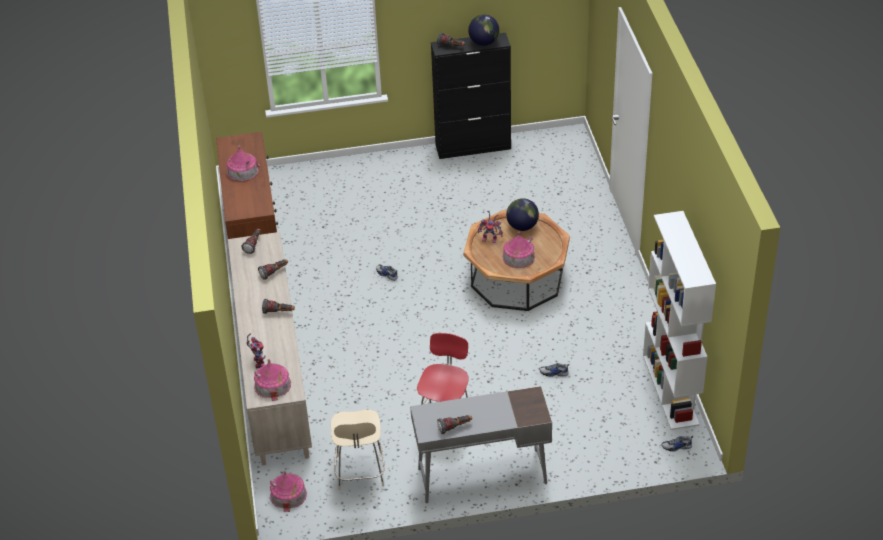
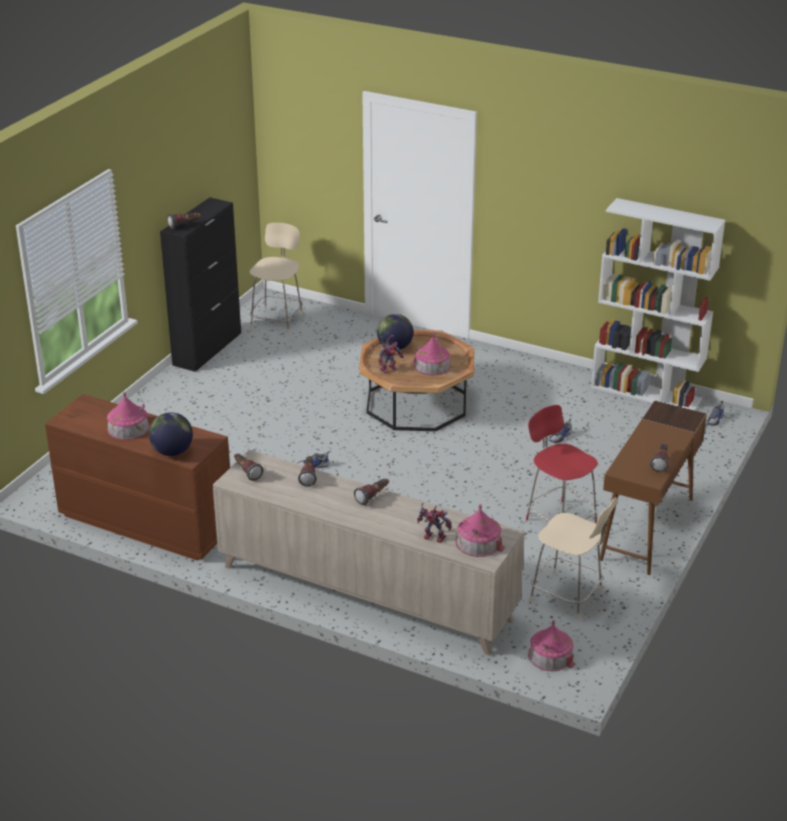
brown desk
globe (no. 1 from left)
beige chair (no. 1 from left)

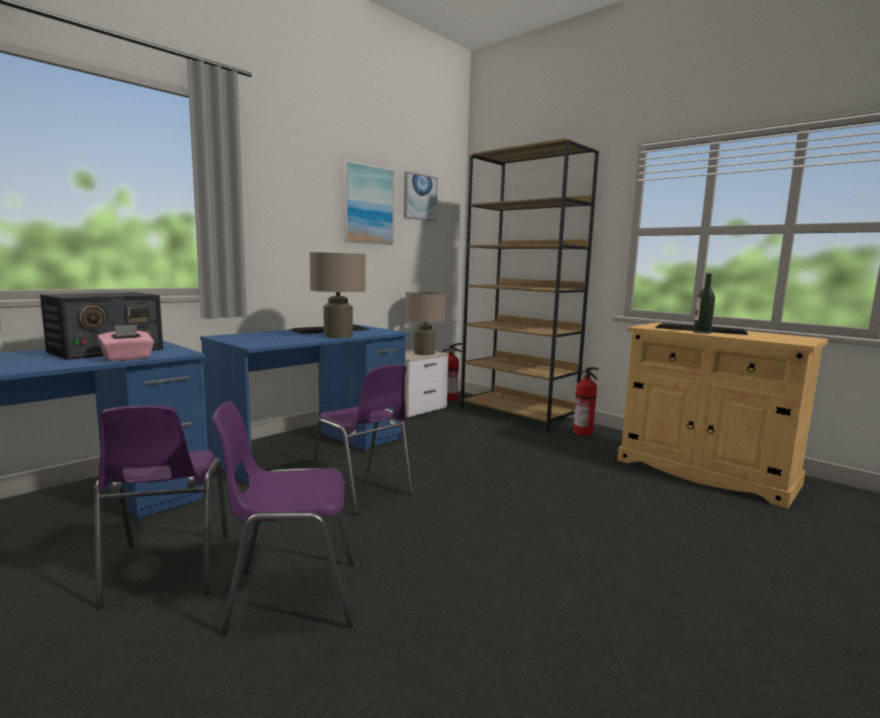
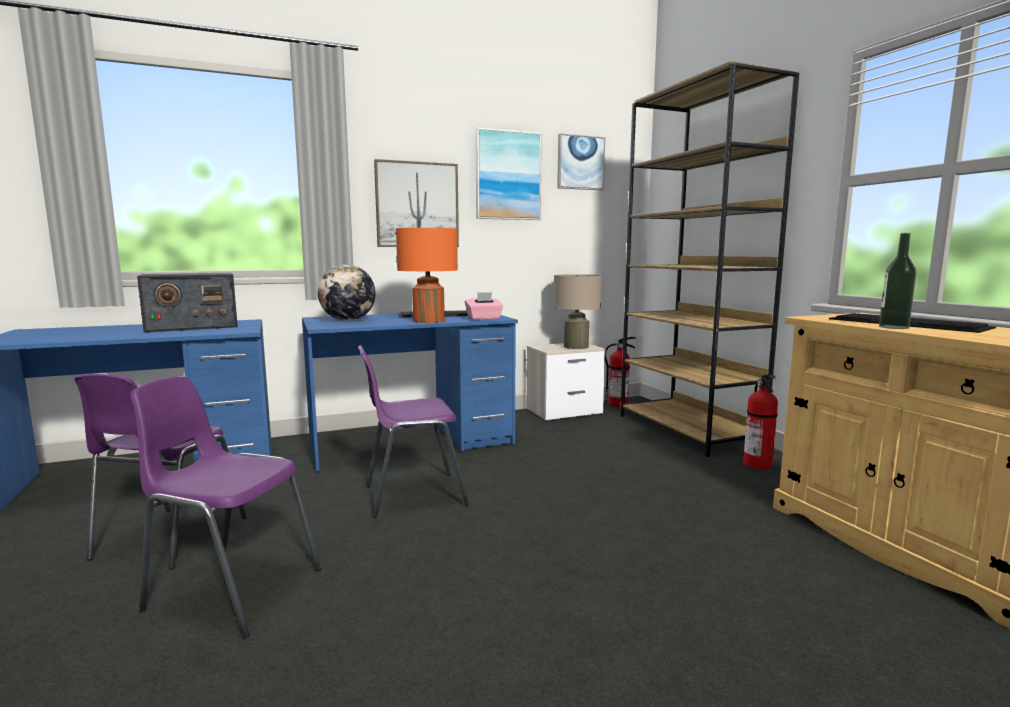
pink tissue box
orange table lamp
purple chair (no. 3 from left)
globe
picture (no. 1 from left)

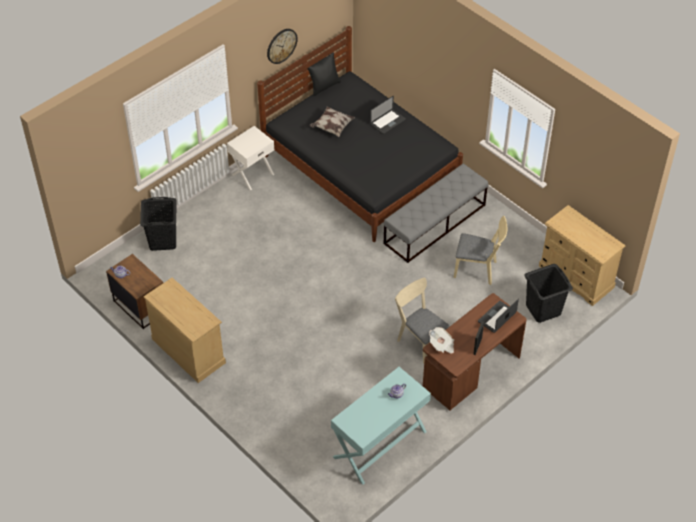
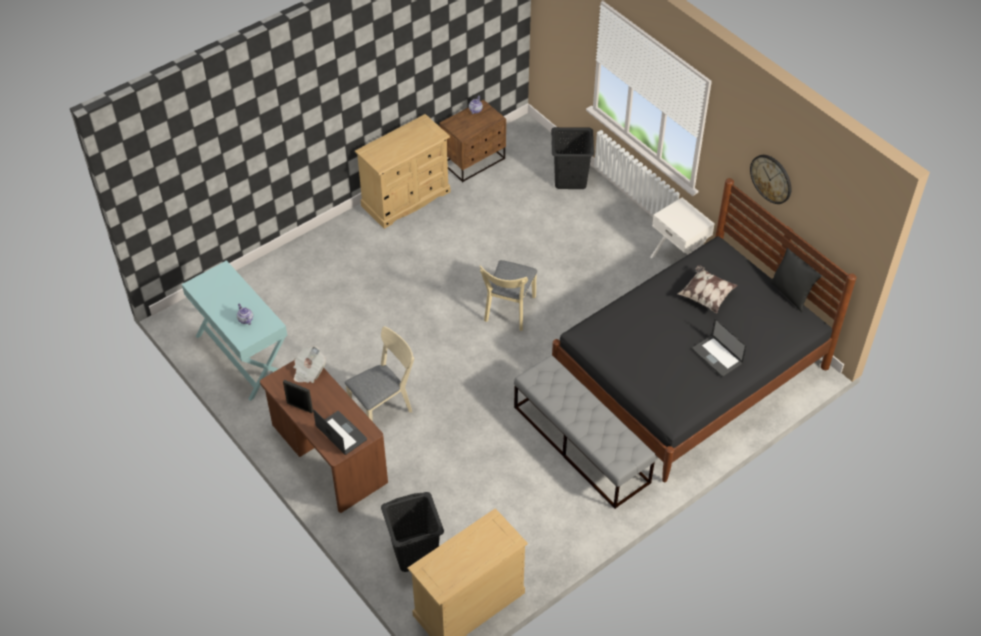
beige chair (no. 2 from left)

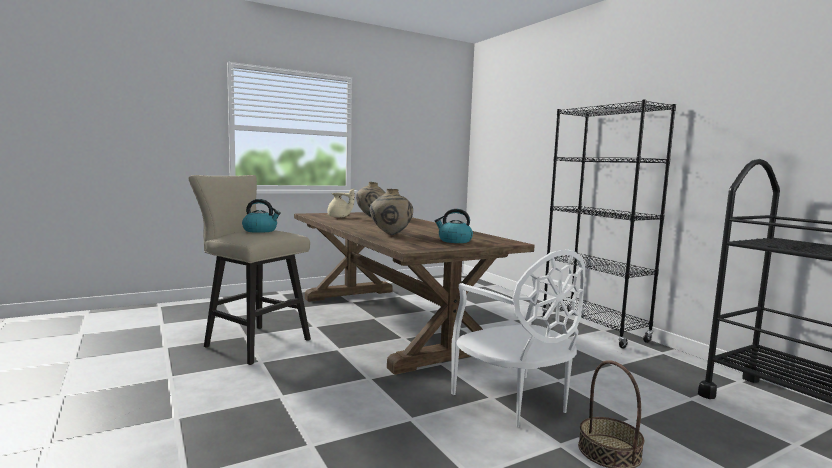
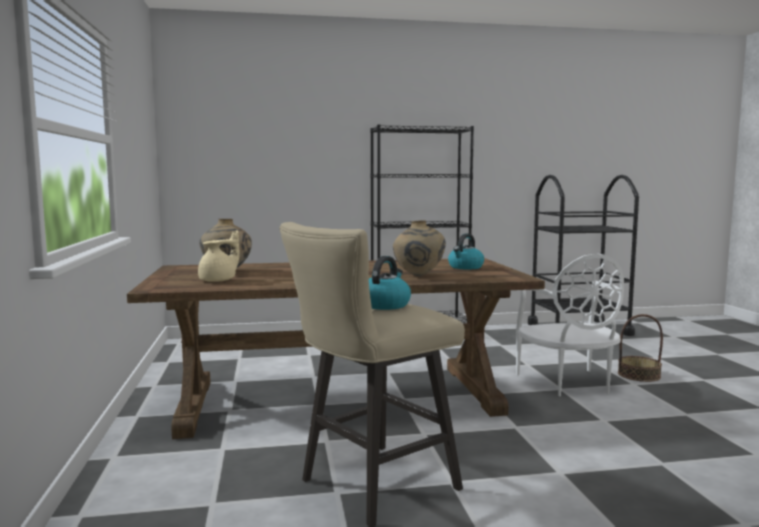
white chair

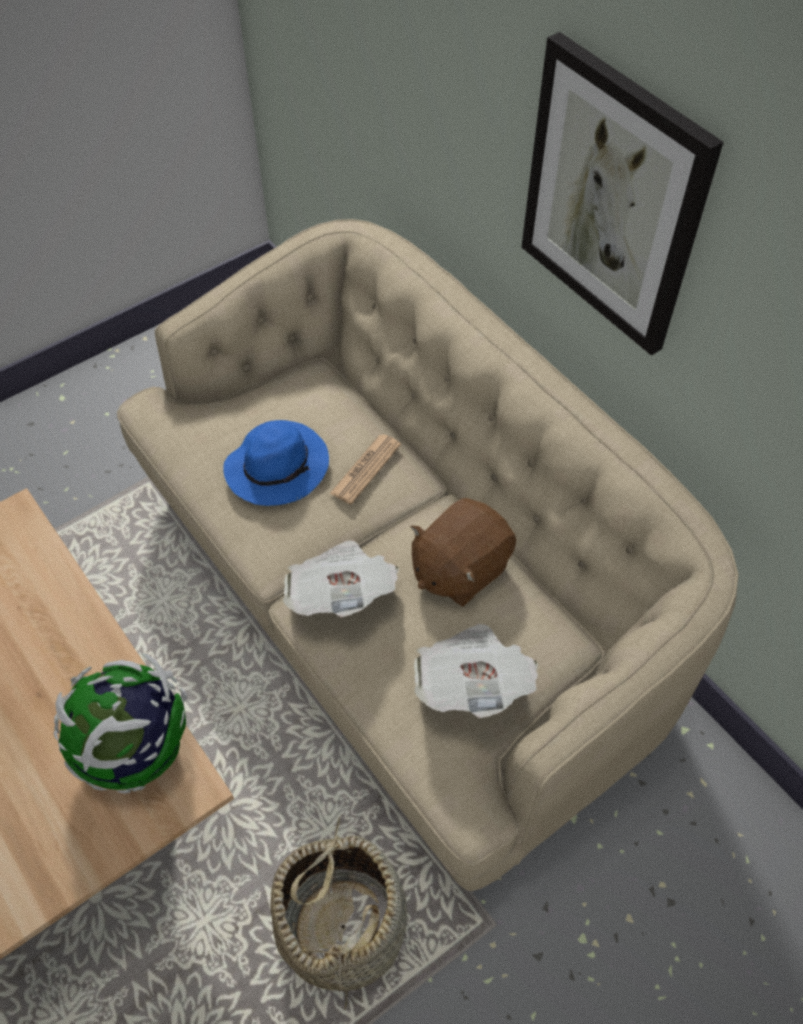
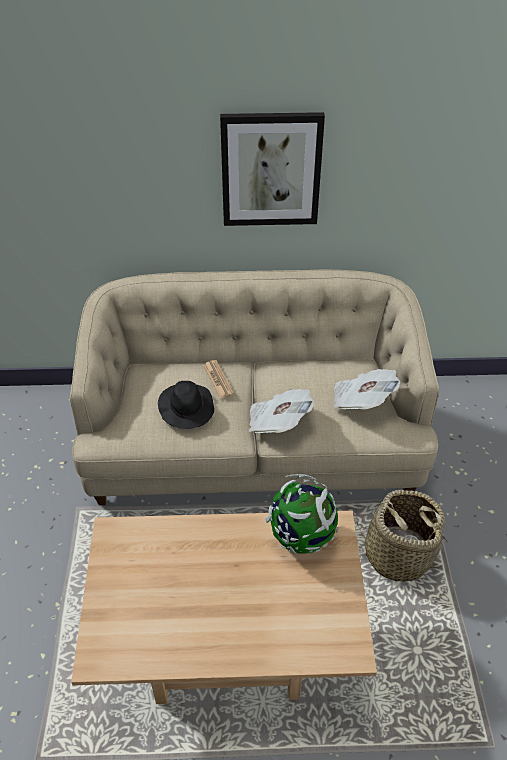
black hat
brown plush toy

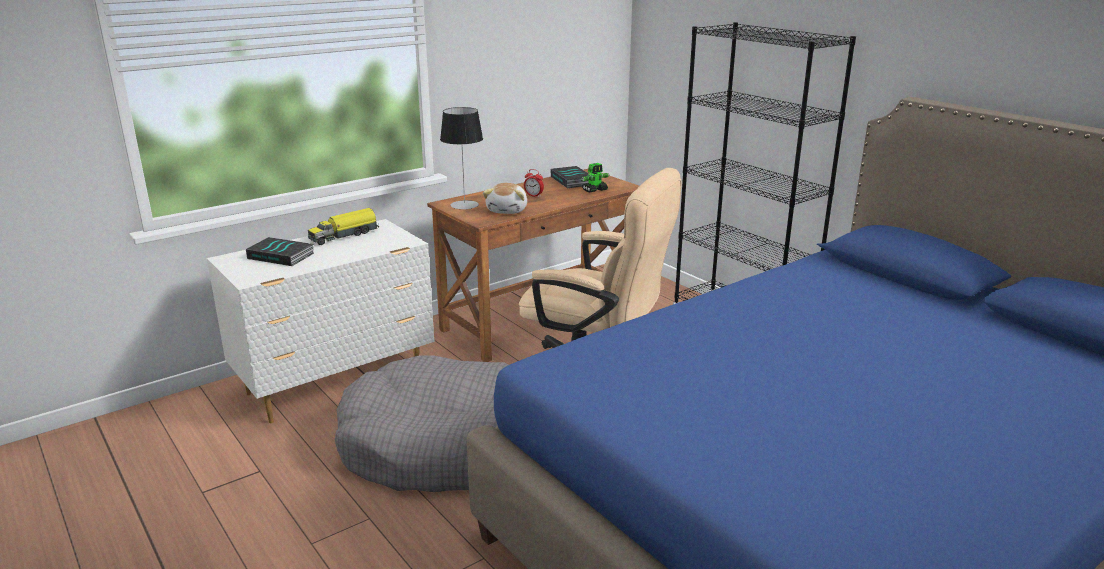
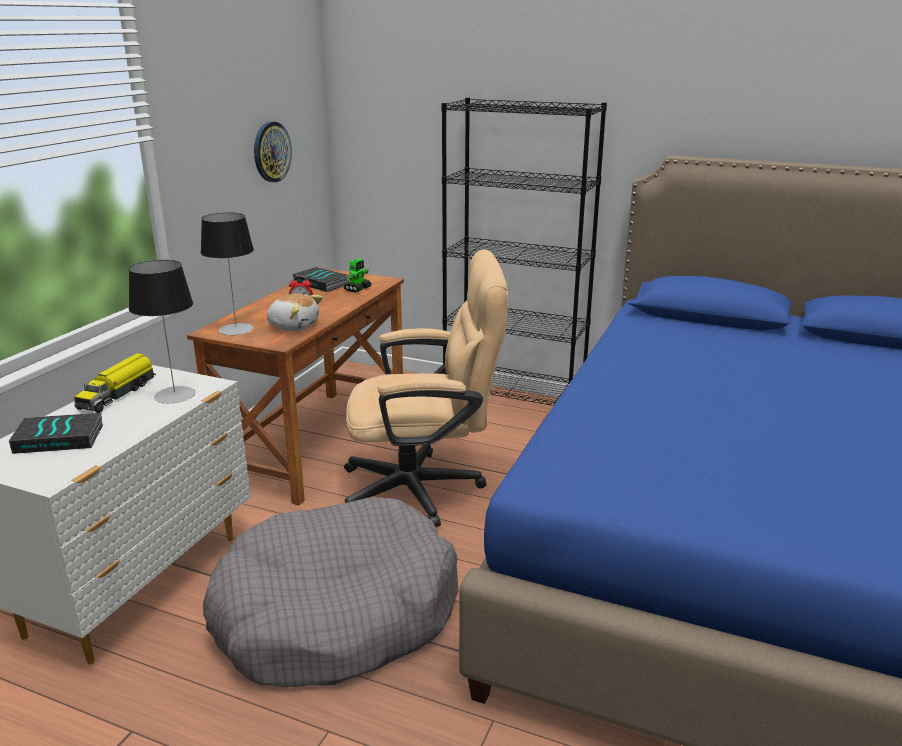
plush toy
table lamp (no. 1 from left)
wall clock

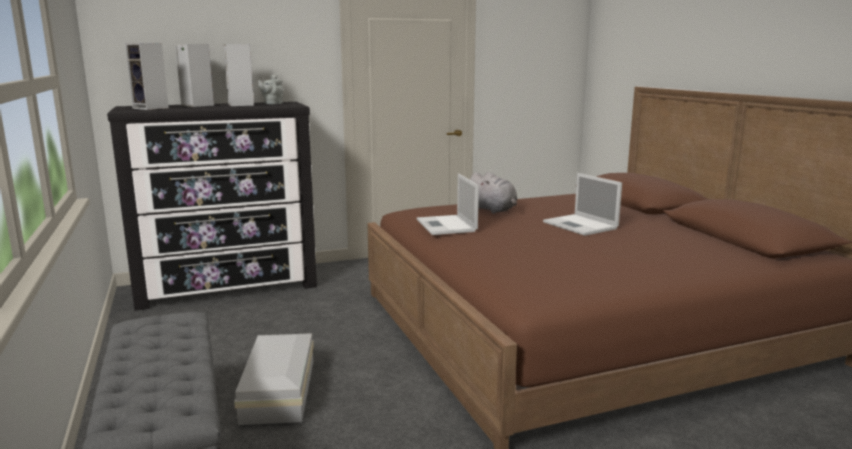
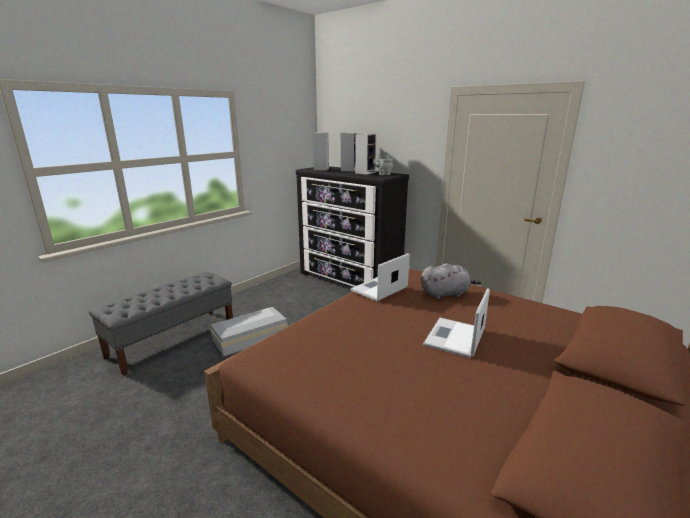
grey plush toy

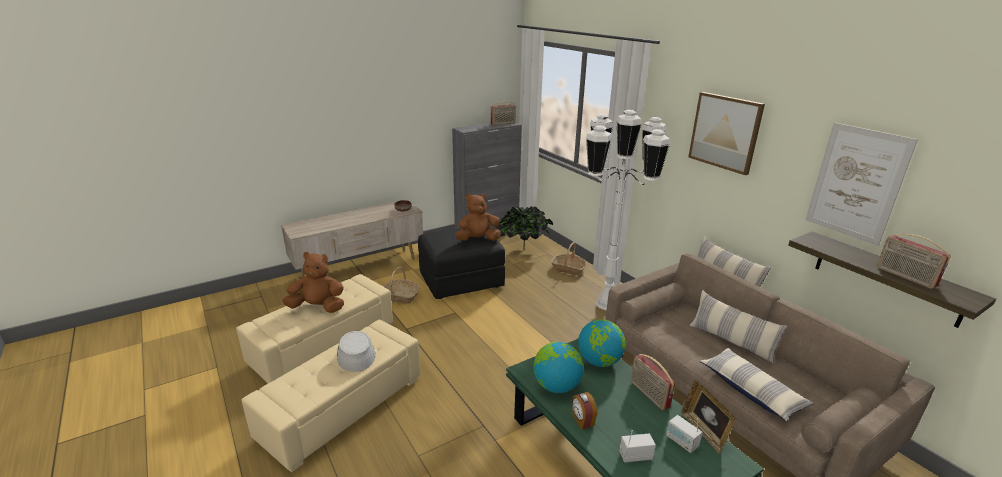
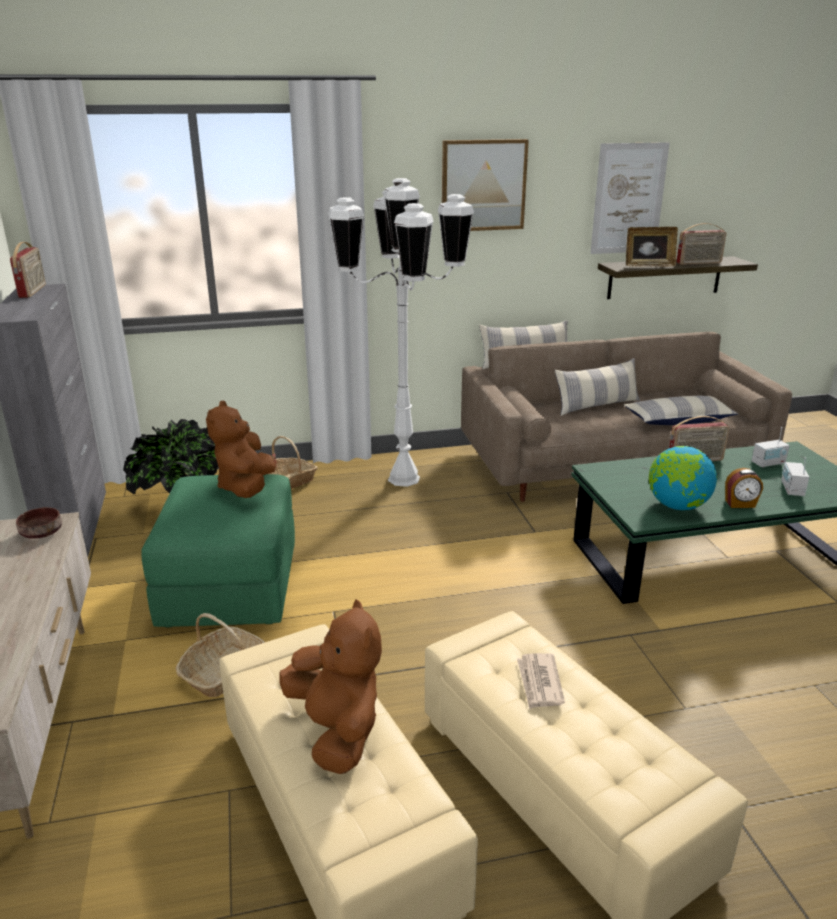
brown plush toy (no. 2 from left)
newspaper
green ottoman
globe (no. 2 from left in the first image)
picture frame

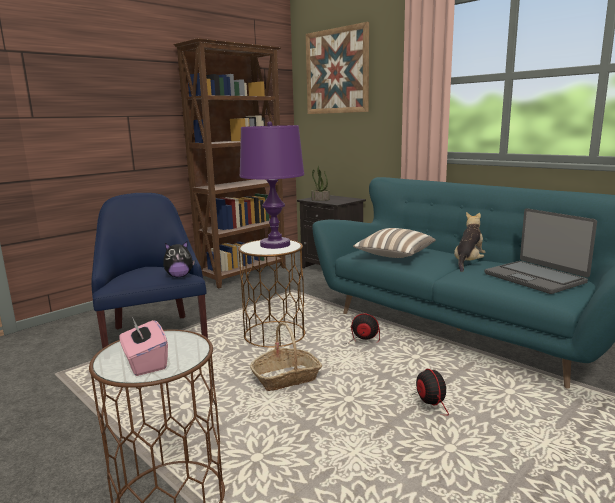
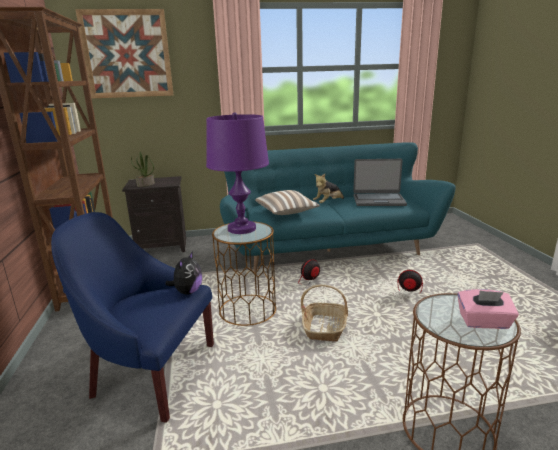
plush toy (no. 2 from left)

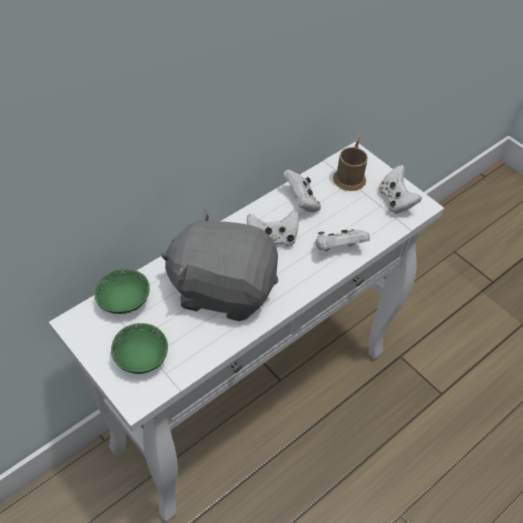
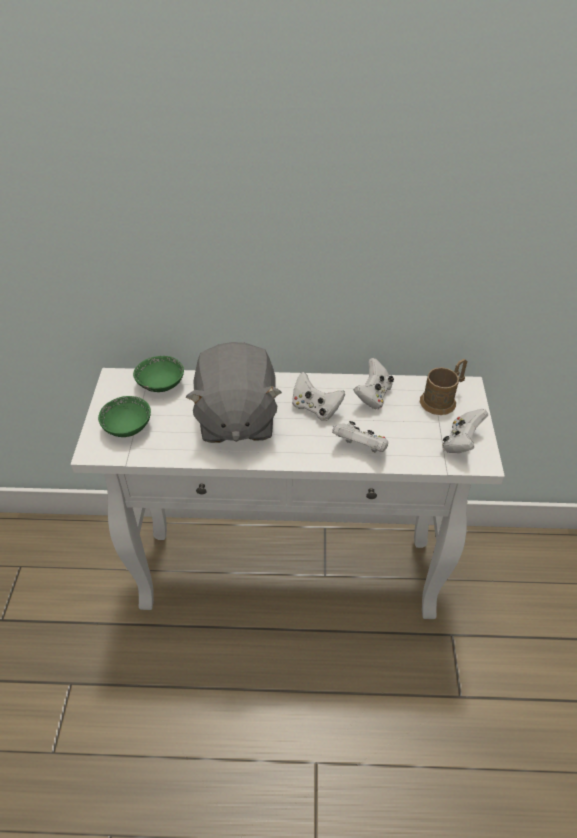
grey plush toy

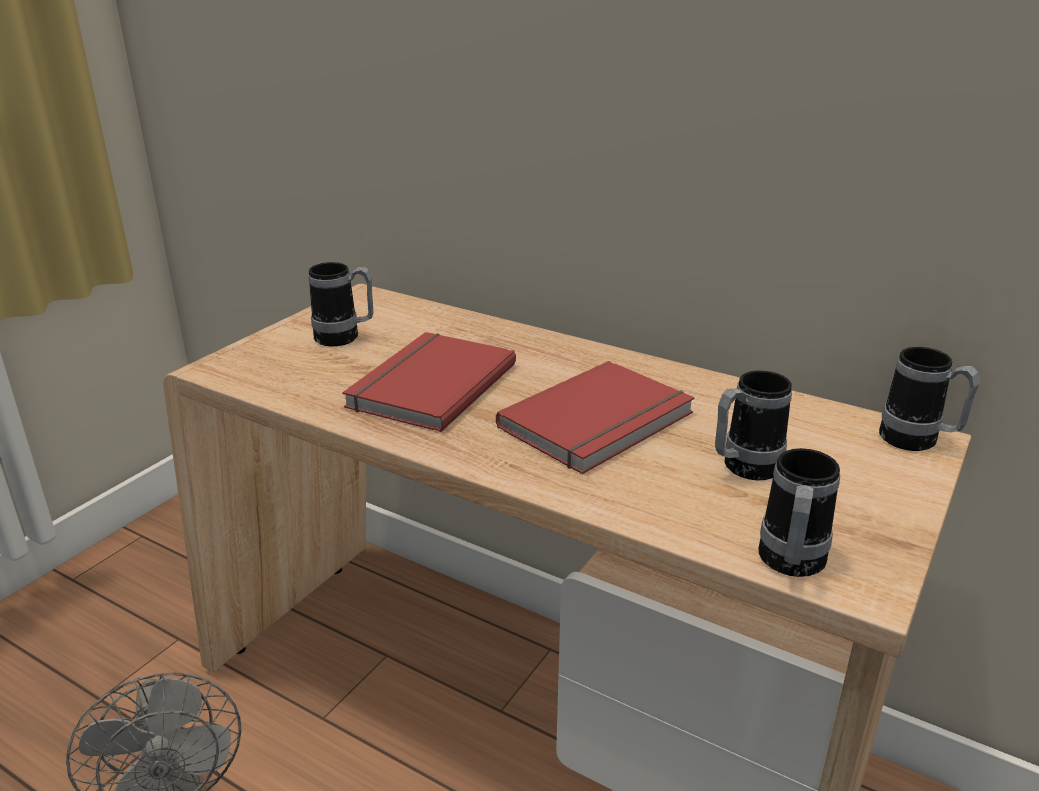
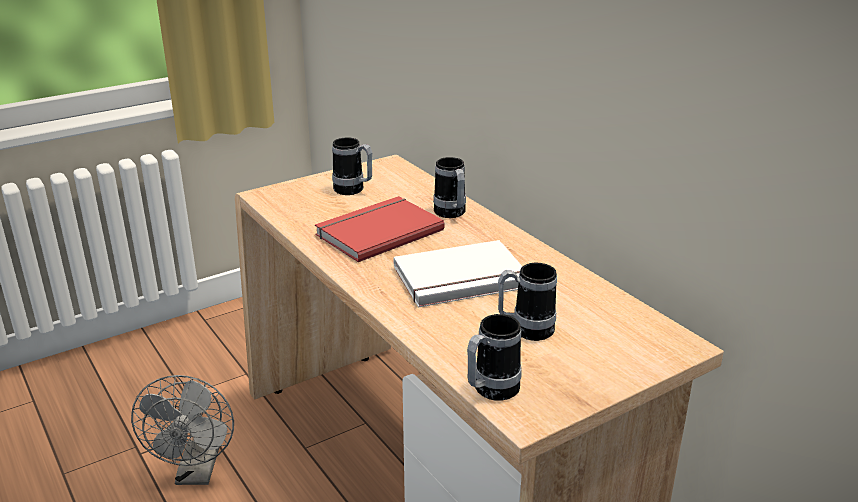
white book
mug (no. 2 from left)

